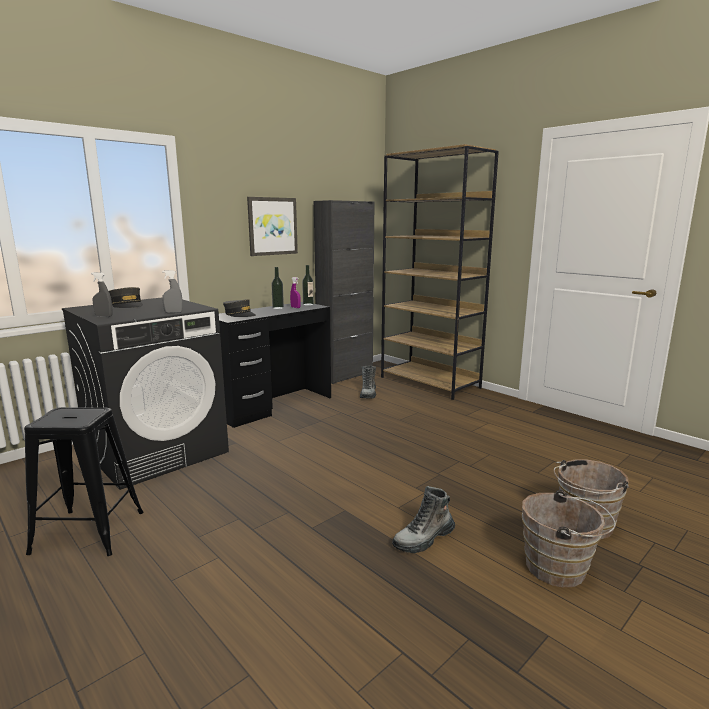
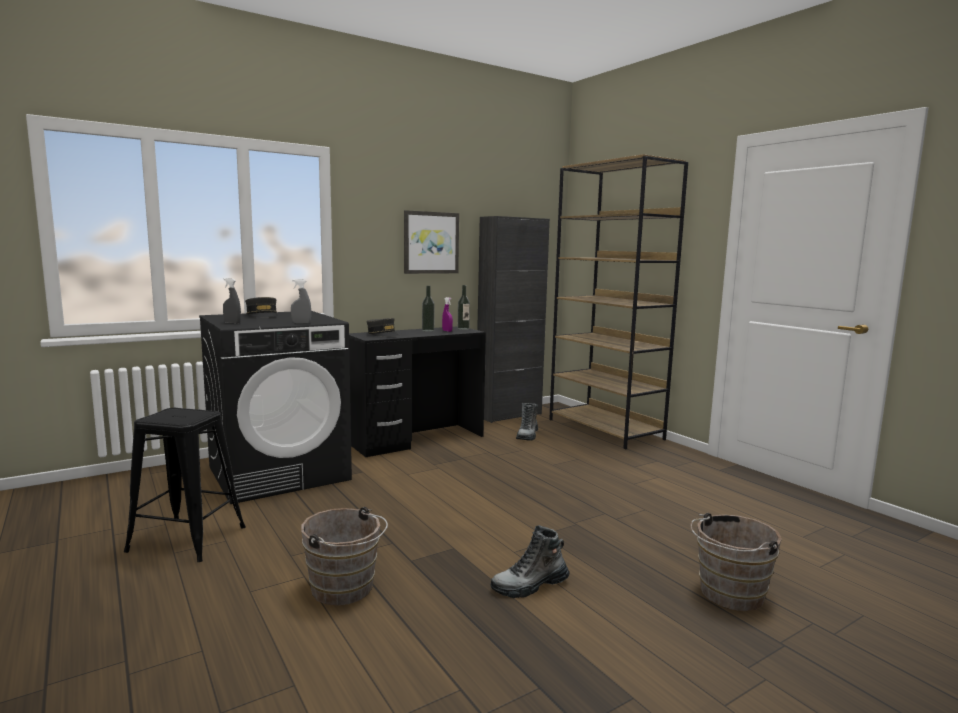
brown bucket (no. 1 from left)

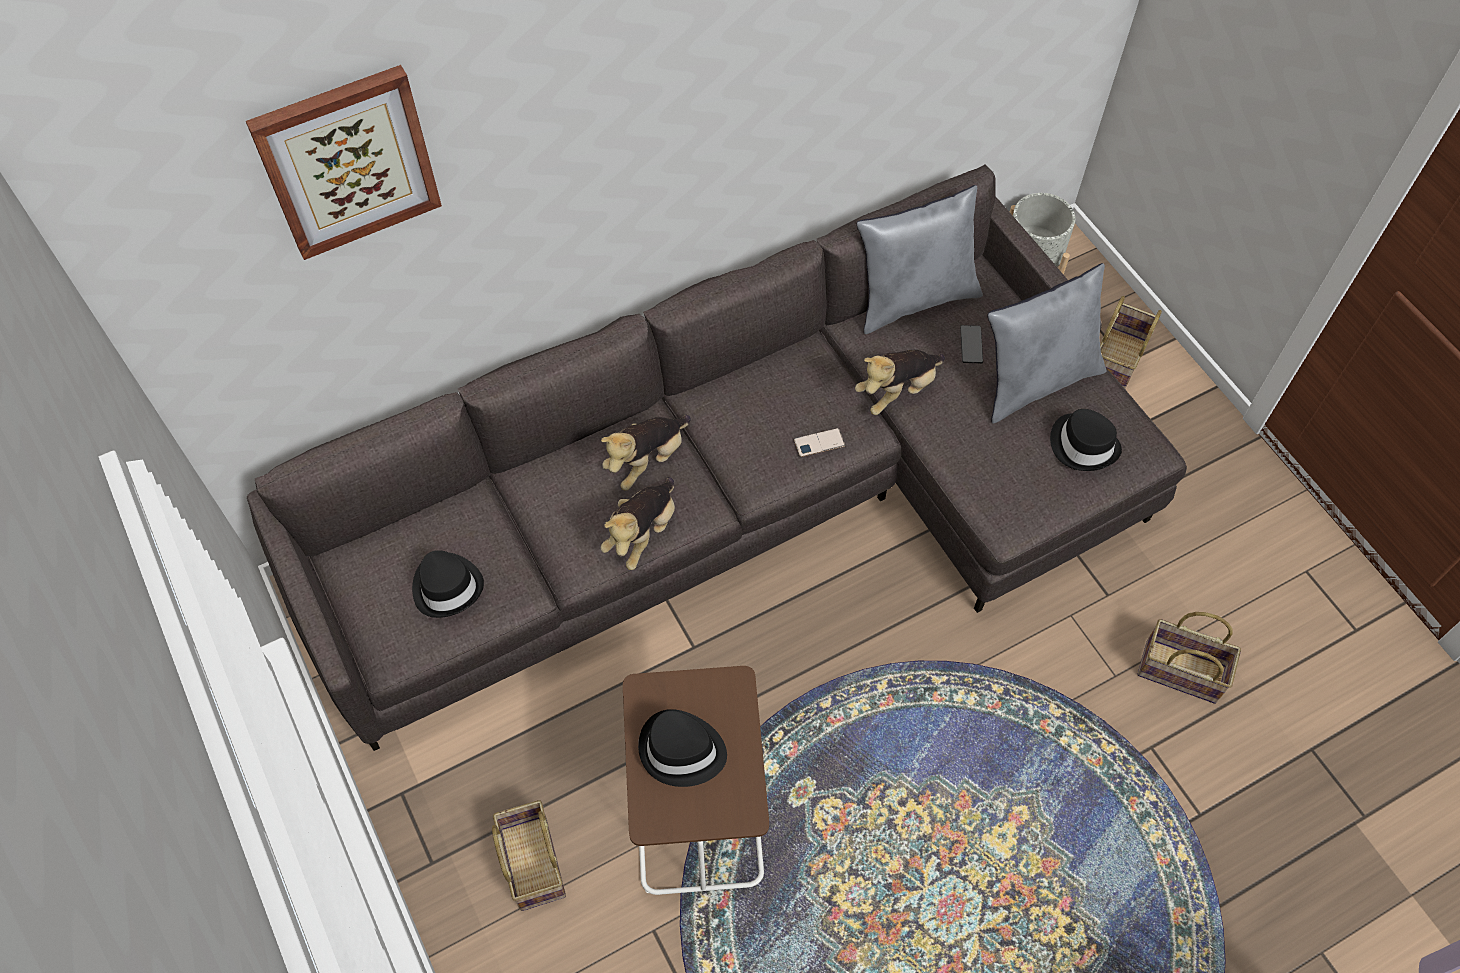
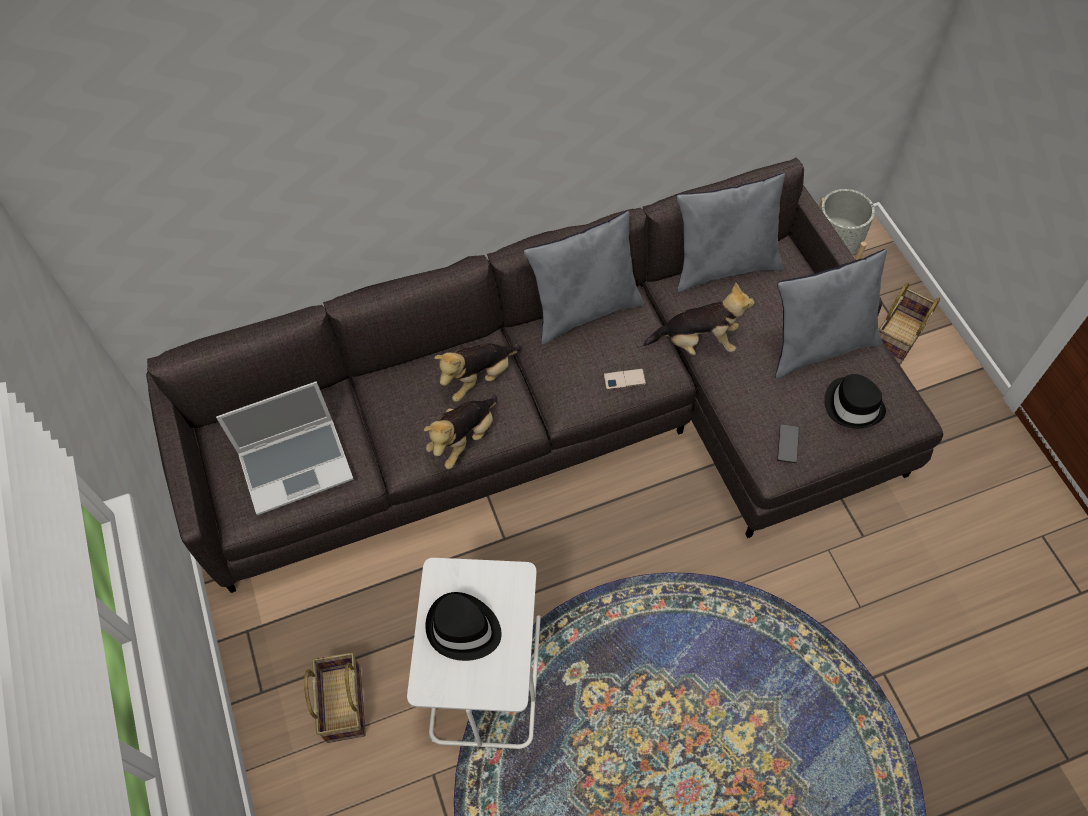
picture
laptop
white side table
plush toy (no. 3 from left)
phone (no. 2 from left)
basket (no. 3 from left in the first image)
grey pillow (no. 1 from left)

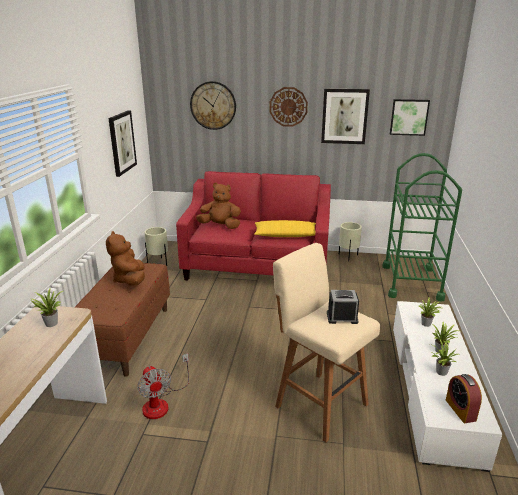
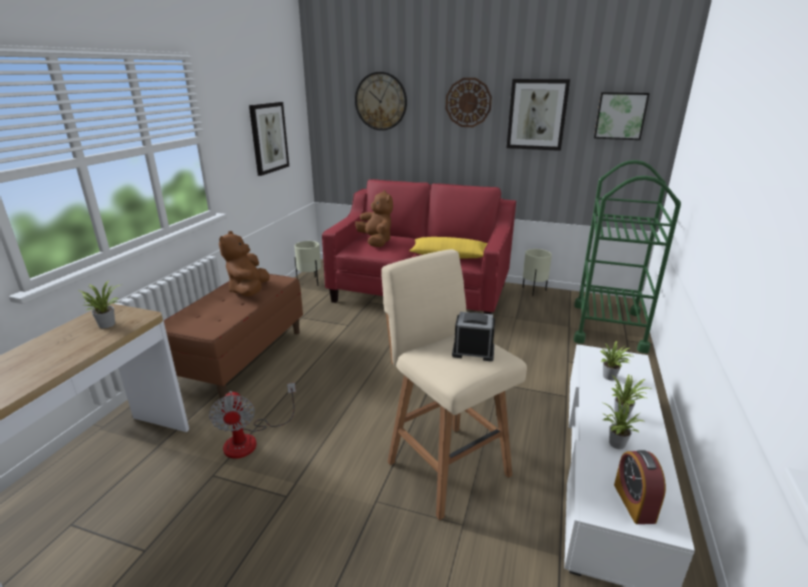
brown plush toy (no. 2 from left)

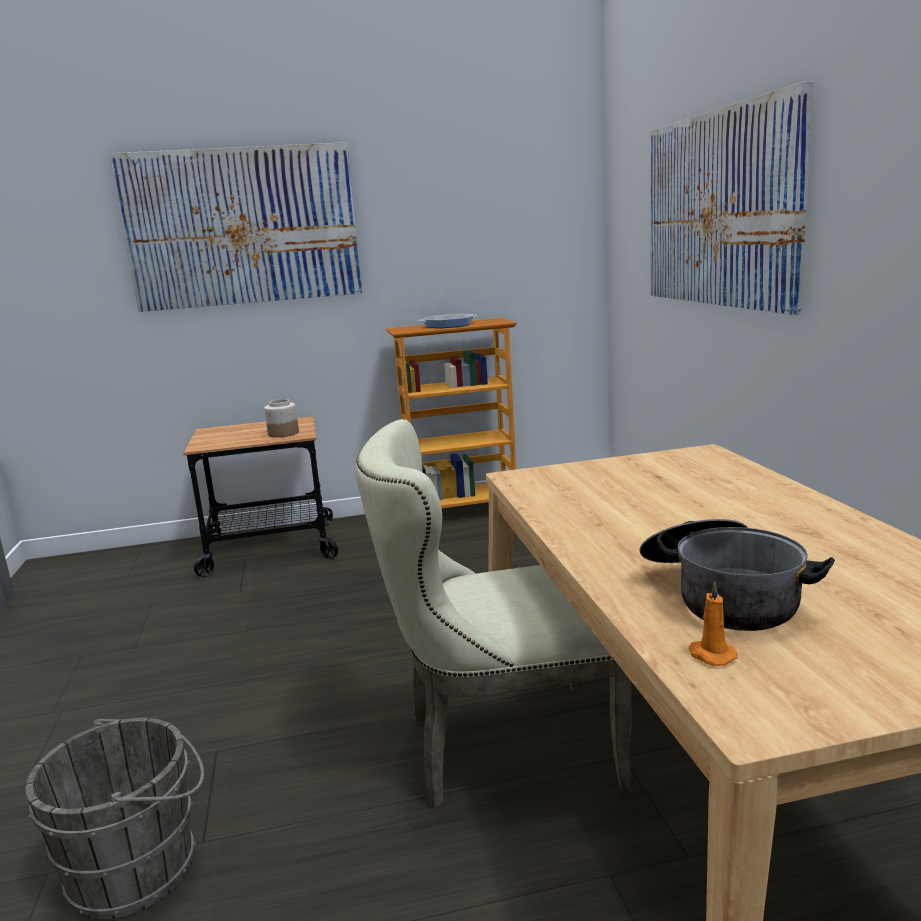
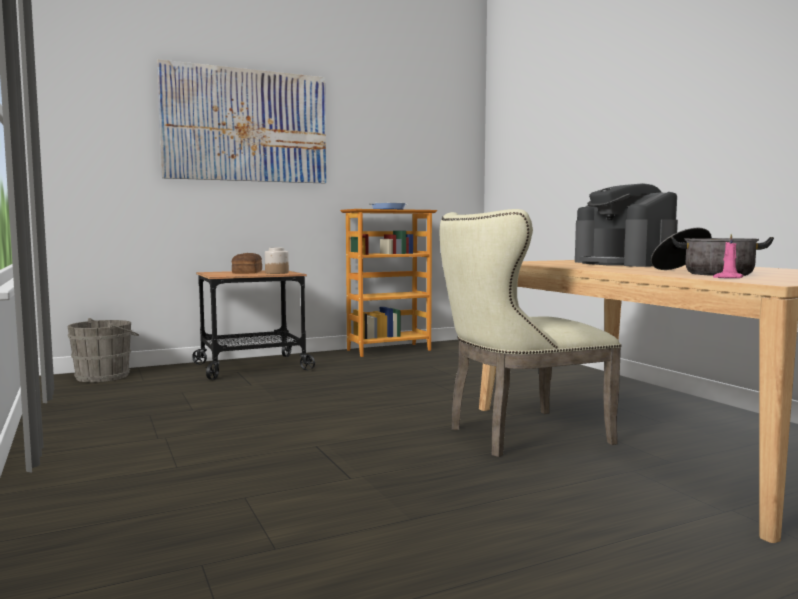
grey bucket
picture (no. 2 from left in the first image)
pink candle
bread
coffee machine

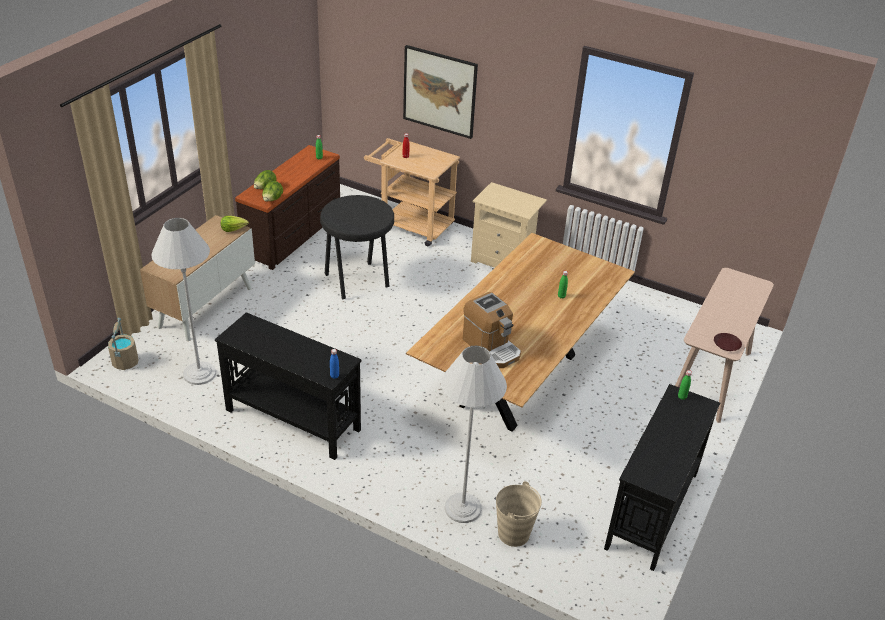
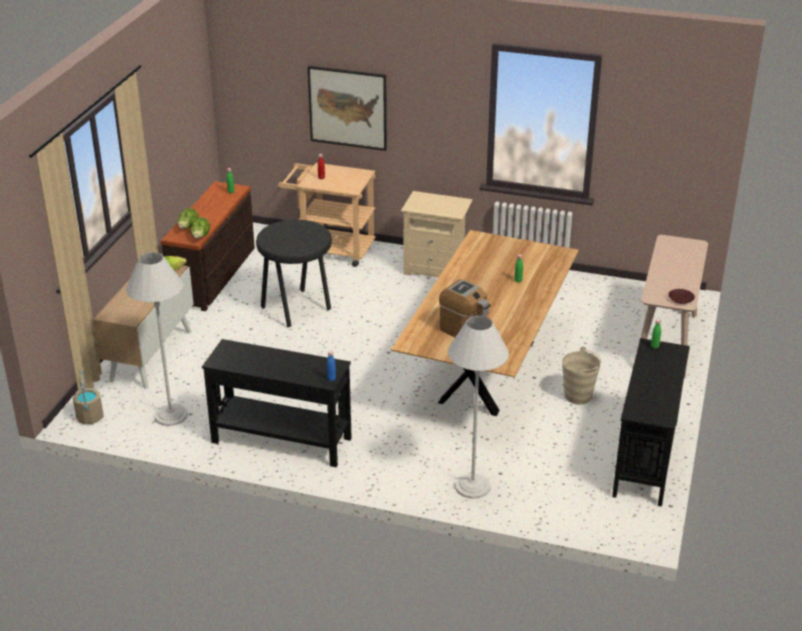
beige bucket (no. 2 from left)

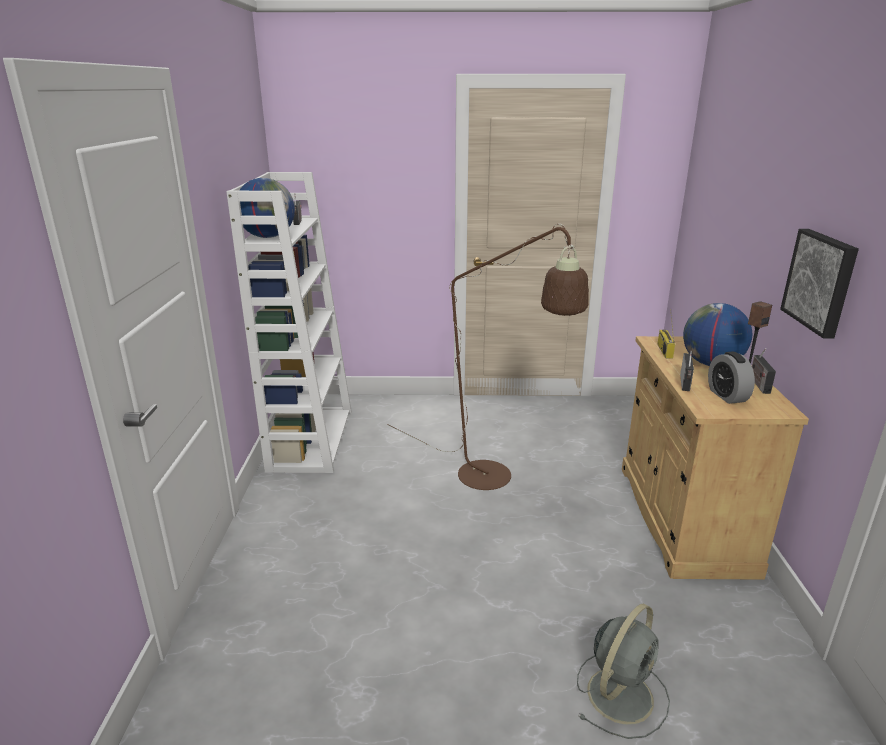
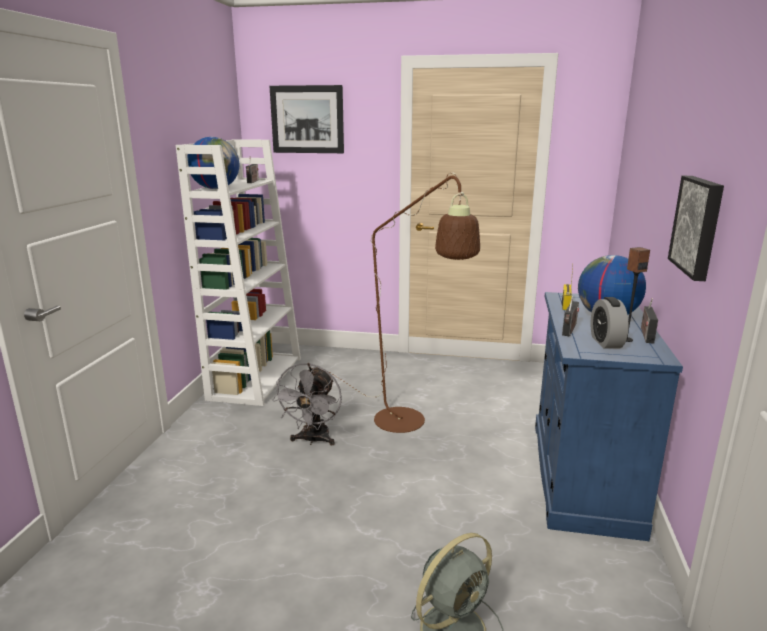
blue cabinet
picture (no. 1 from left)
grey fan (no. 1 from left)

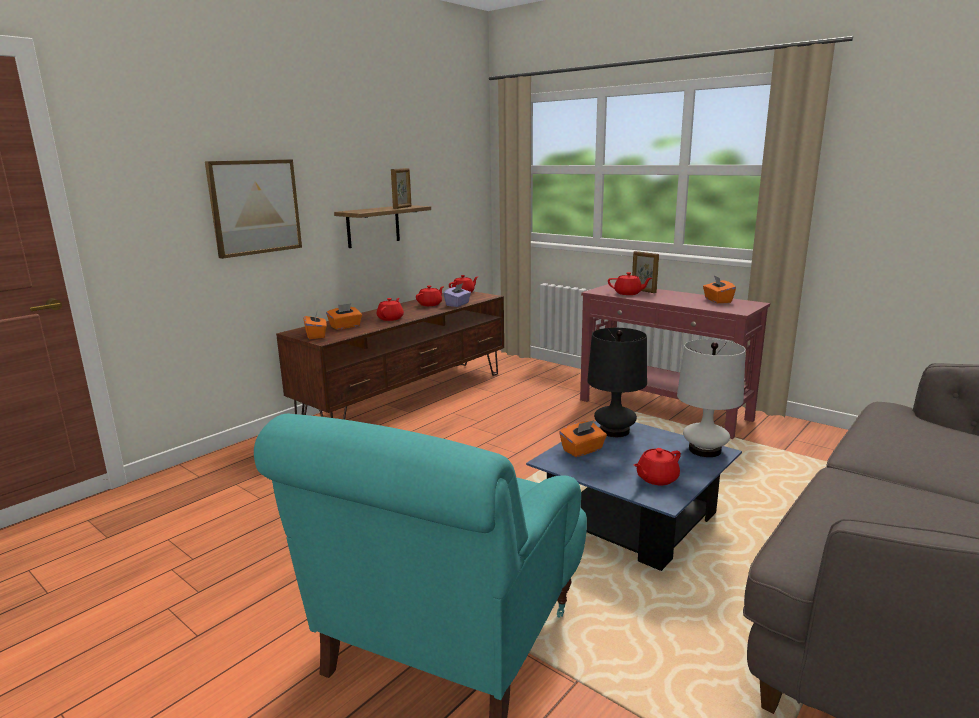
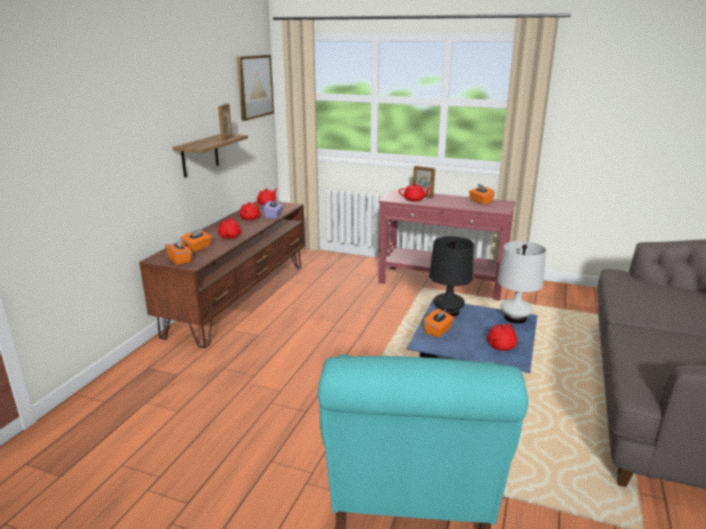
picture

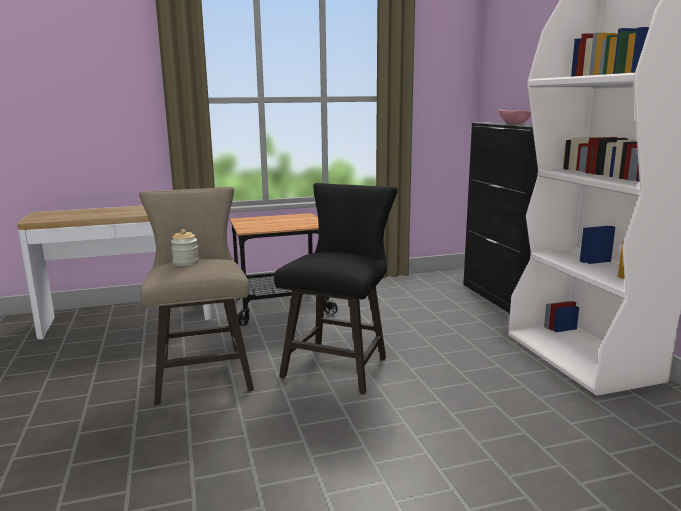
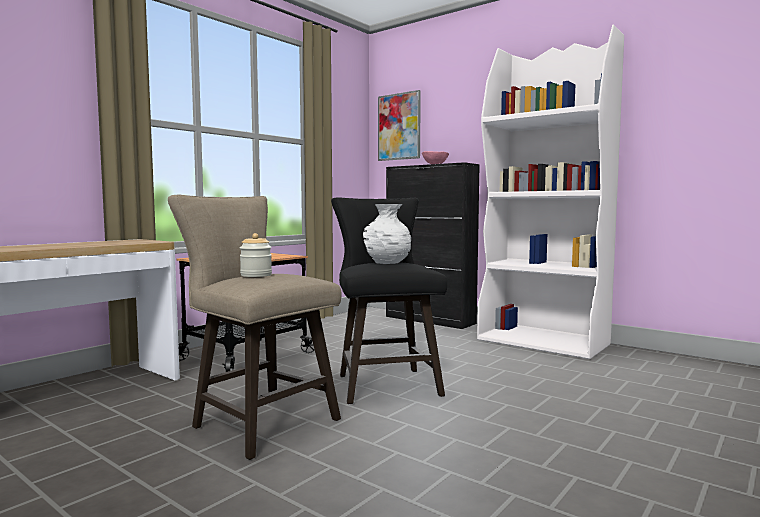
white vase
picture

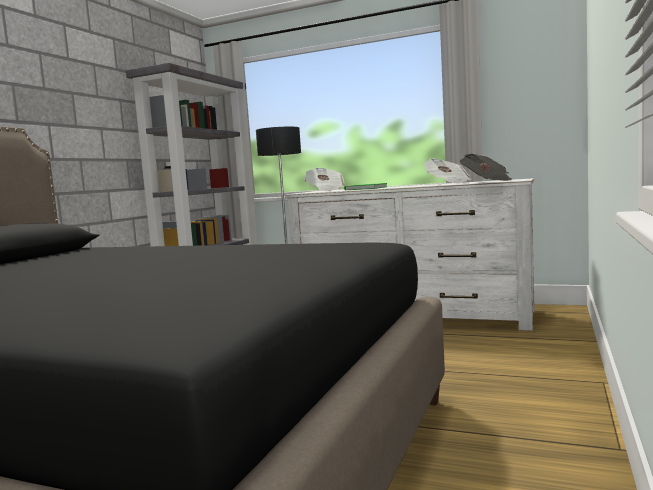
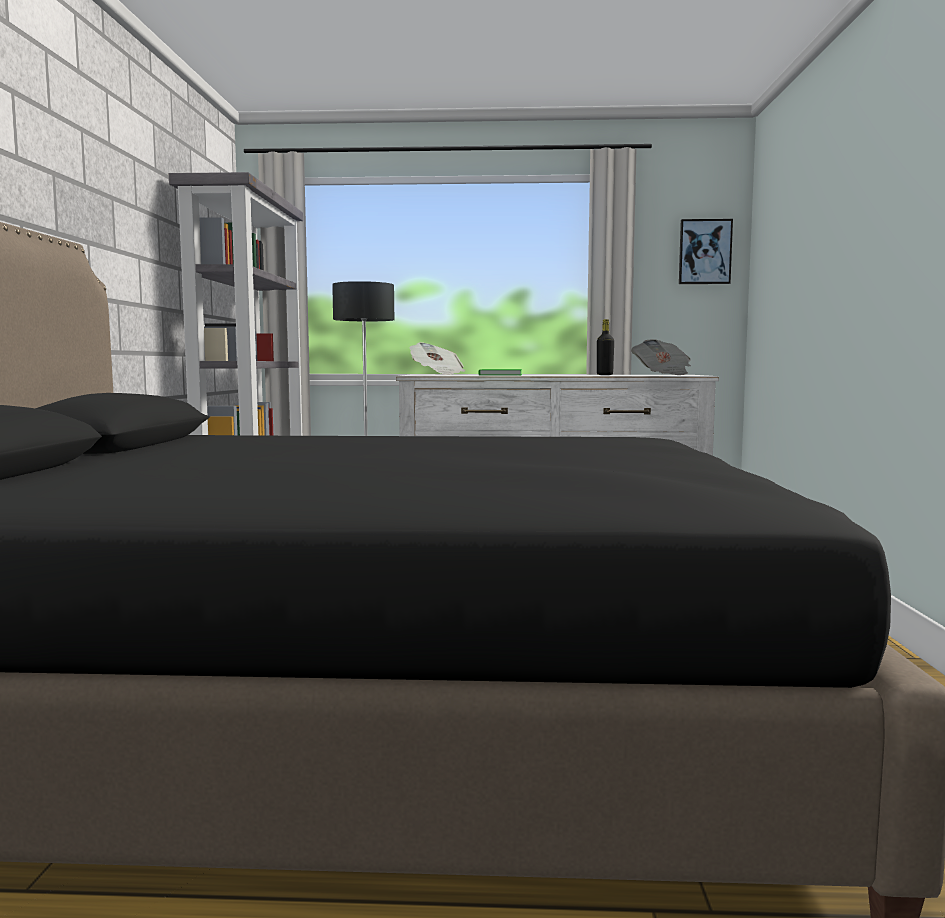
black bottle
picture

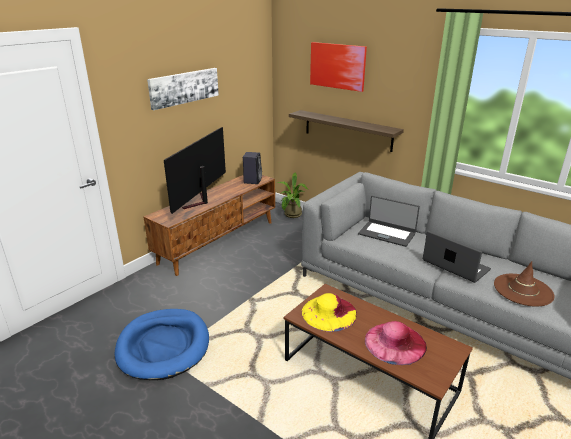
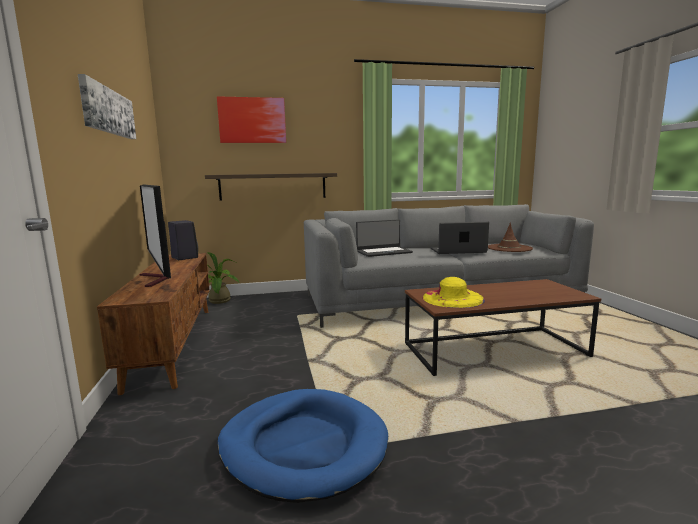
pink hat

